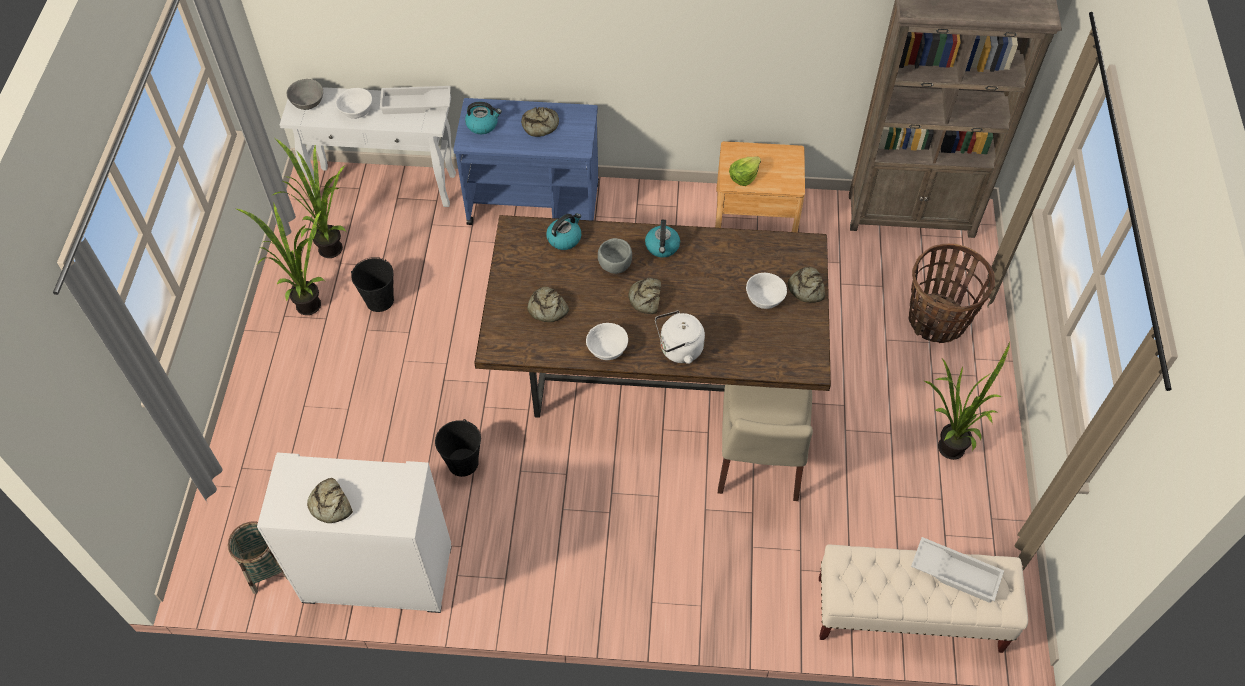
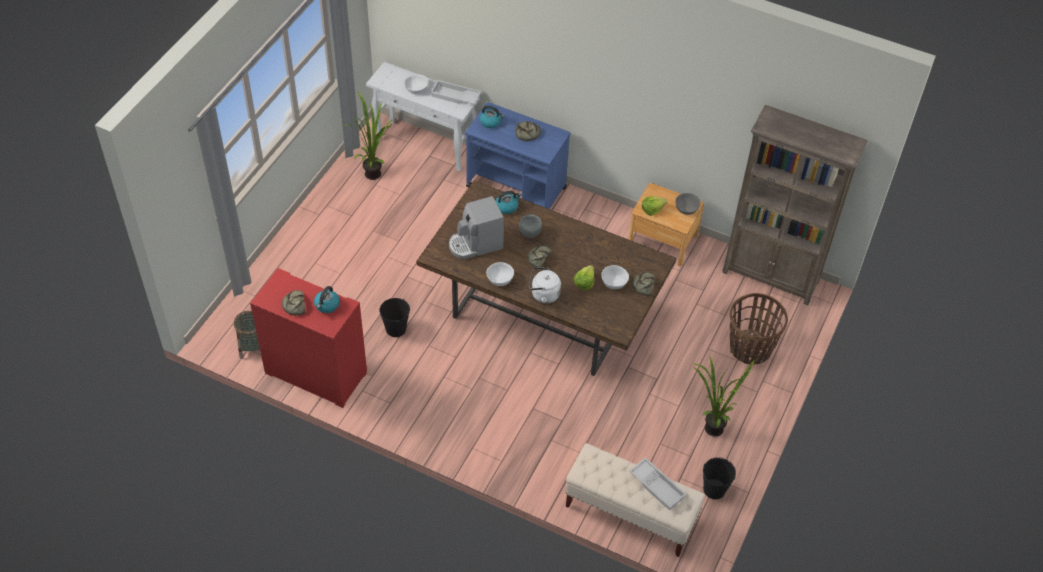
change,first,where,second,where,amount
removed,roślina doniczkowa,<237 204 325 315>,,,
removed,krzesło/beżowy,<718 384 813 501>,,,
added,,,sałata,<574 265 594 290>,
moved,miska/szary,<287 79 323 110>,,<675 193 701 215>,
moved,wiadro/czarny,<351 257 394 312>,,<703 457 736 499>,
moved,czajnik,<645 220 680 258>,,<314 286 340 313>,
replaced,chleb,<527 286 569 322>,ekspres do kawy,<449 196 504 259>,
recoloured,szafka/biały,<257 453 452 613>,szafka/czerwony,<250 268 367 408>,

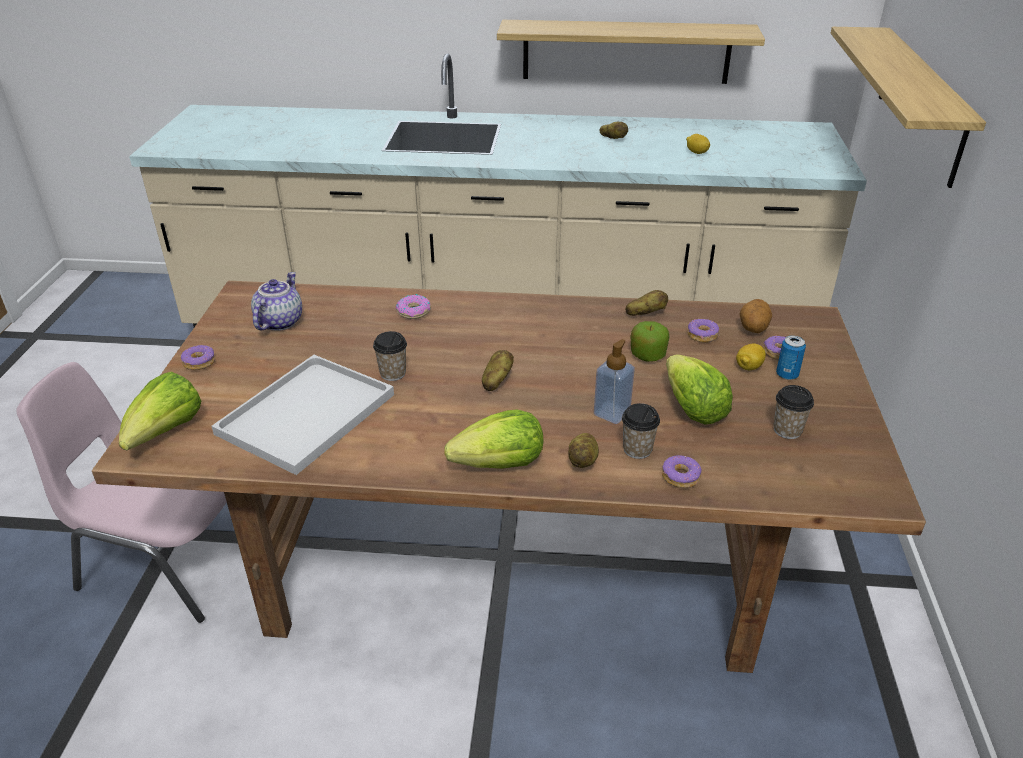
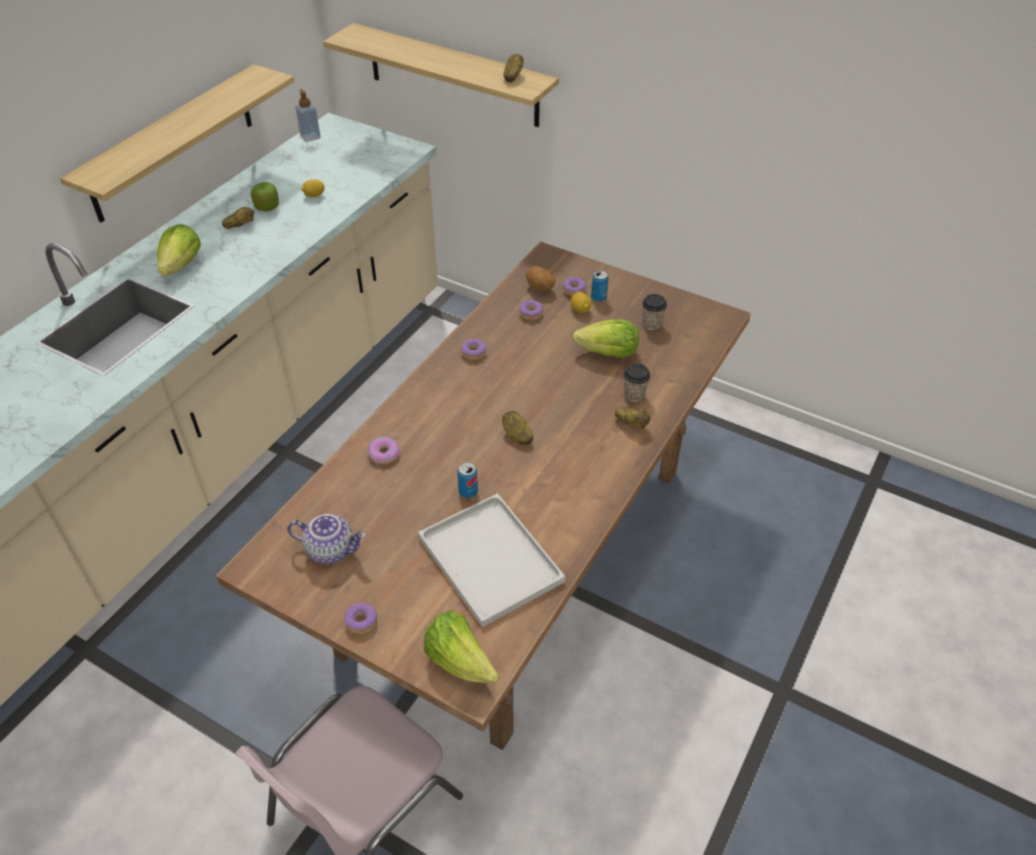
change,first,where,second,where,amount
moved,sałata,<444 410 543 469>,,<157 224 201 275>,
moved,dozownik mydła,<594 339 635 424>,,<295 89 321 142>,
moved,ziemniak,<626 290 668 316>,,<504 54 524 83>,
moved,jabłko,<631 321 670 362>,,<251 182 279 212>,
moved,donut,<662 455 701 488>,,<461 339 486 360>,
replaced,filiżanka,<373 331 407 381>,puszka,<457 462 478 498>,
turned,imbryk,<251 272 302 331>,,<287 514 366 564>,150 degrees clockwise

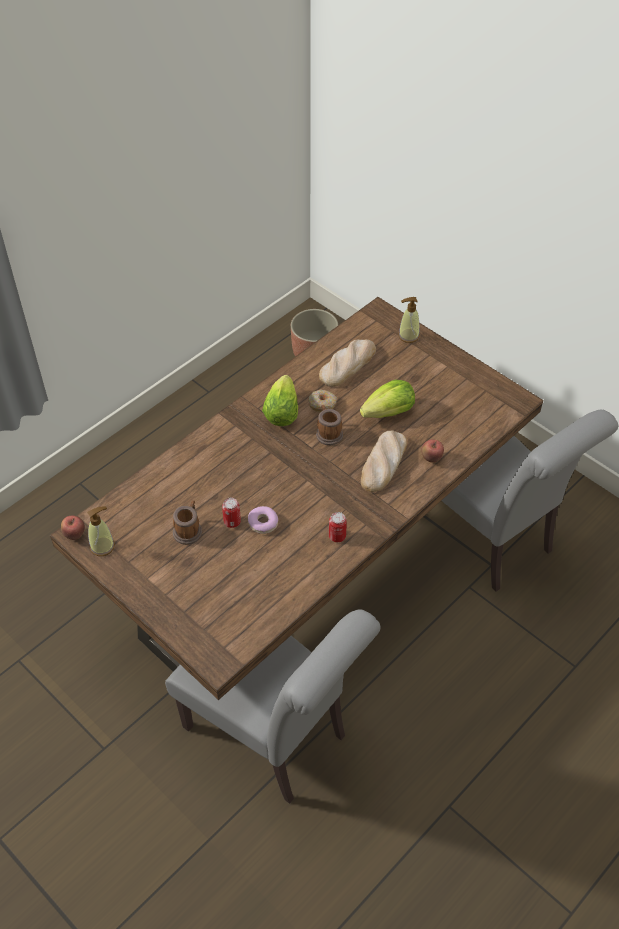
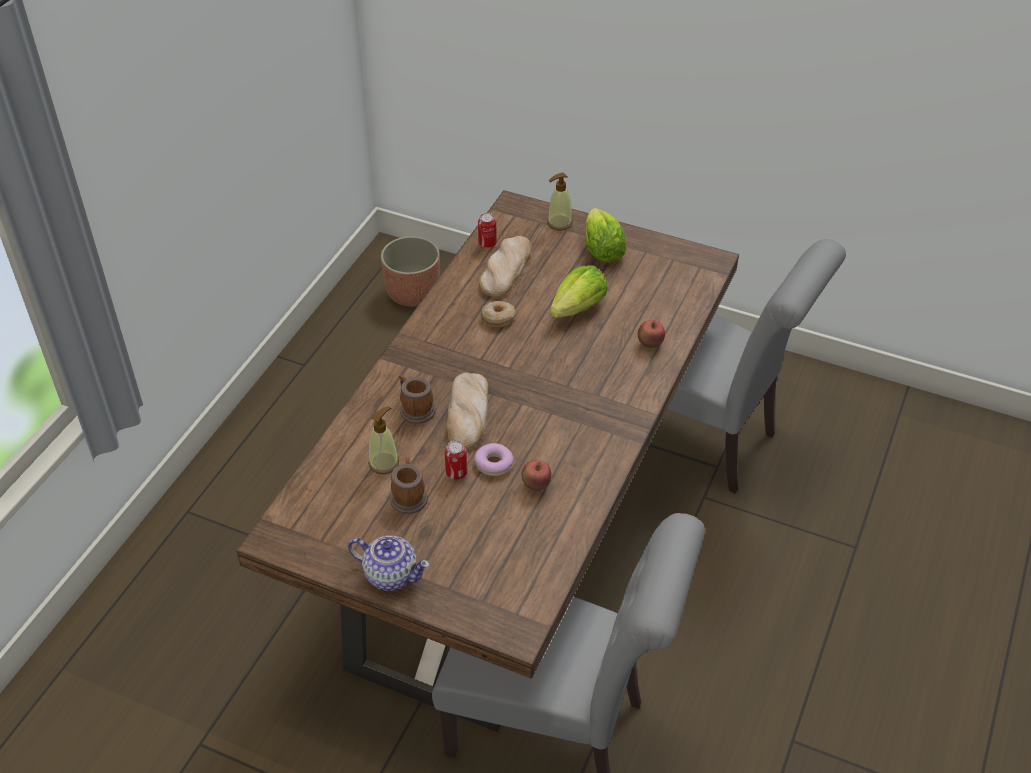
change,first,where,second,where,amount
added,,,imbryk,<348 536 430 591>,
moved,jabłko,<61 515 85 540>,,<521 460 551 491>,
moved,dozownik mydła,<87 506 115 556>,,<368 406 399 474>,
moved,sałata,<262 375 298 426>,,<585 208 626 263>,
moved,kubek,<316 405 343 445>,,<399 375 436 424>,
moved,puszka,<329 512 347 542>,,<478 213 497 248>,
moved,chleb,<361 431 407 492>,,<446 372 489 450>,

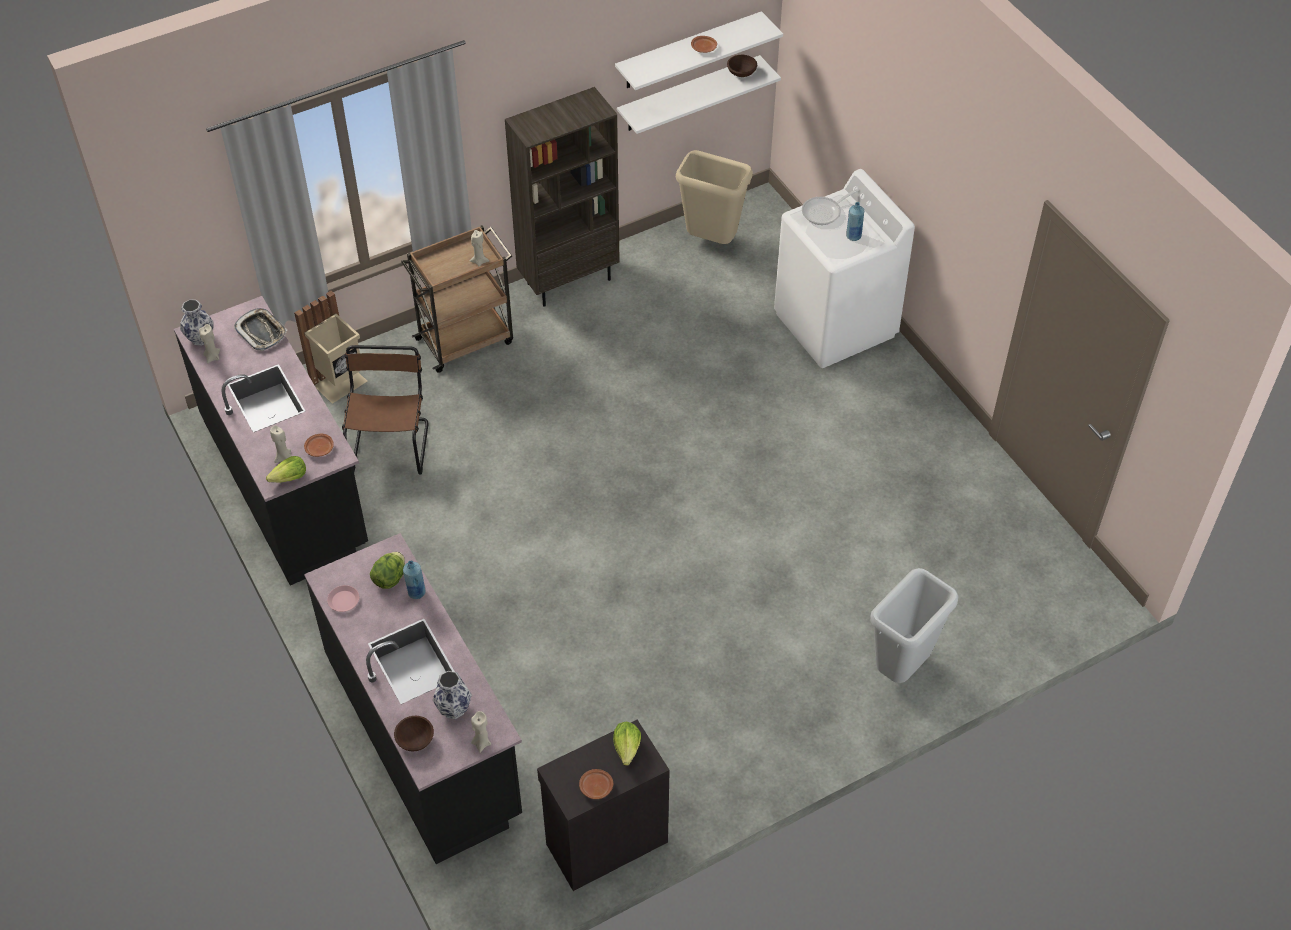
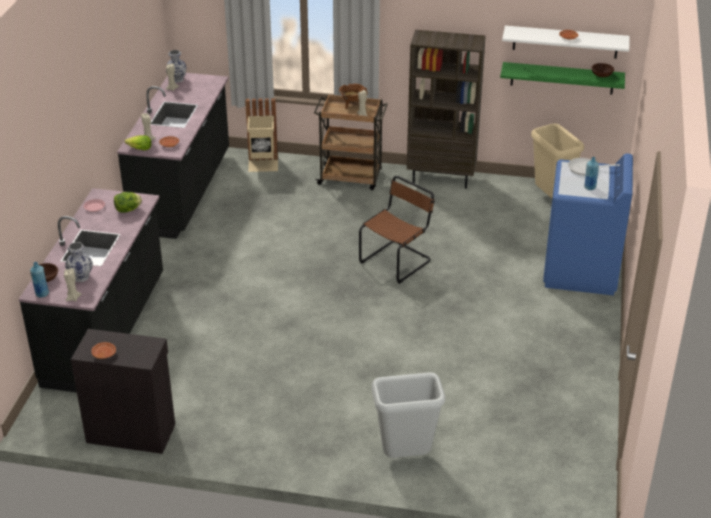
change,first,where,second,where,amount
removed,taca,<234 308 287 351>,,,
removed,sałata,<613 722 641 766>,,,
added,,,garnek/brązowy,<339 84 368 109>,
moved,krzesło/brązowy,<342 345 428 475>,,<359 176 434 284>,
moved,butelka/niebieski,<403 560 426 599>,,<30 262 49 298>,
recoloured,półka/biały,<617 55 781 134>,półka/zielony,<500 62 625 94>,
recoloured,pralka/biały,<774 169 915 368>,pralka/niebieski,<543 153 633 296>,

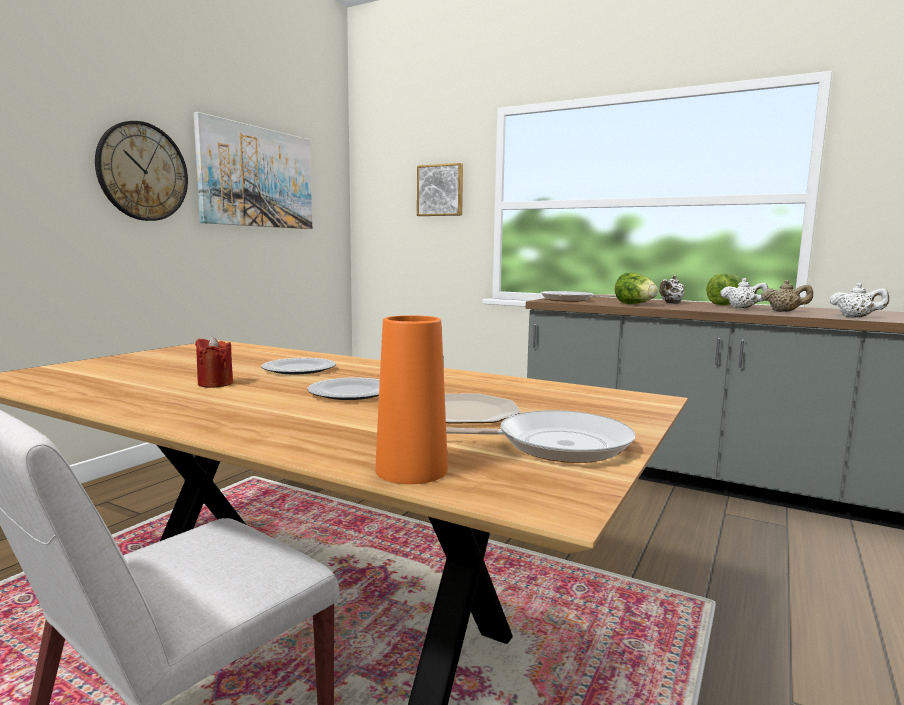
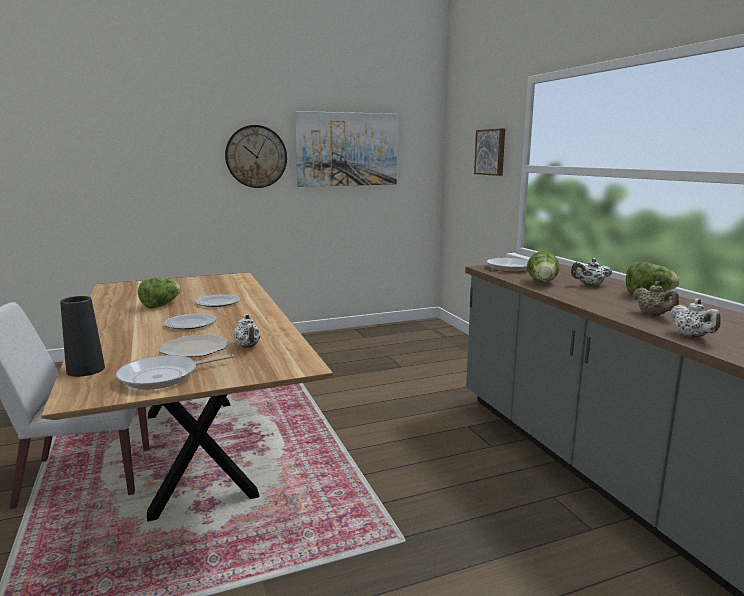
change,first,where,second,where,amount
moved,imbryk/biały,<721 278 768 308>,,<233 314 261 348>,
replaced,świeca/czerwony,<195 336 233 388>,sałata,<138 278 181 309>,
recoloured,wazon/pomarańczowy,<375 315 448 484>,wazon/czarny,<60 296 105 377>,
turned,patelnia,<446 410 635 463>,,<116 354 235 390>,105 degrees clockwise

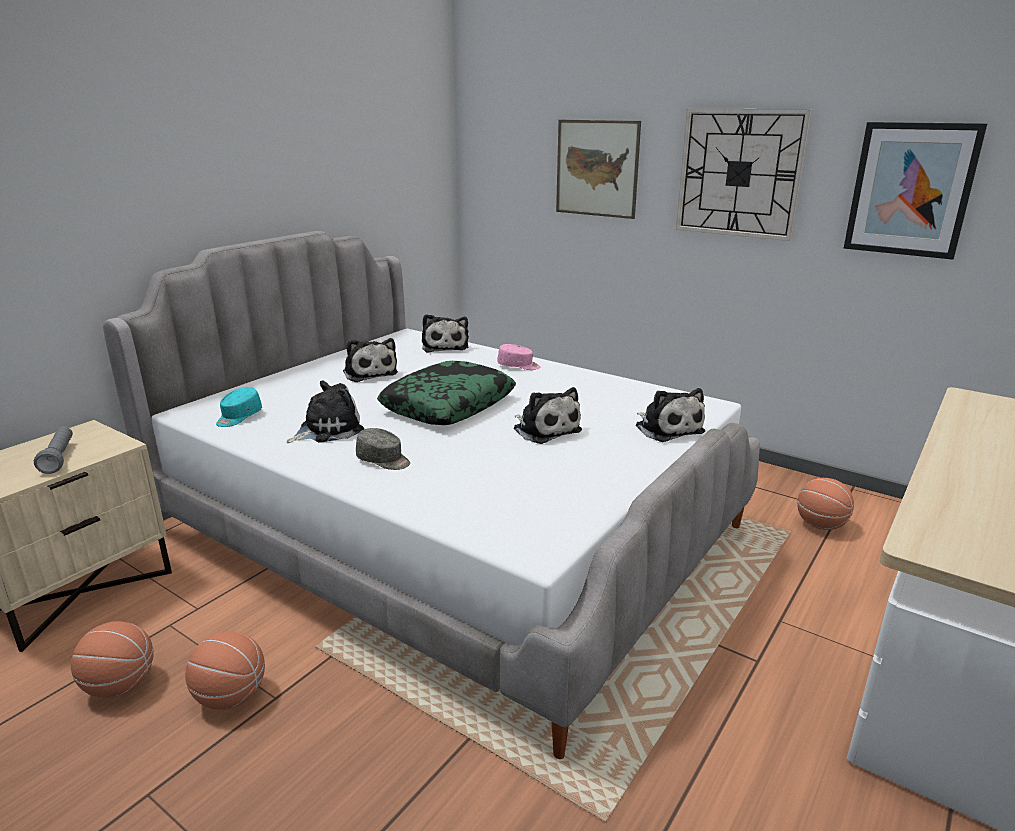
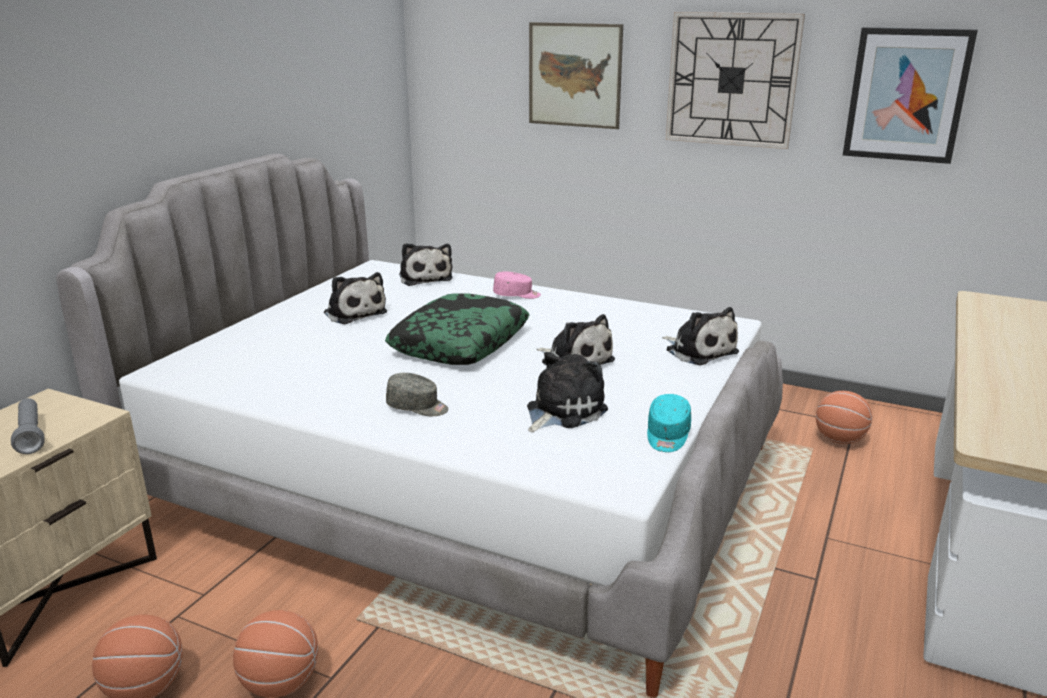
change,first,where,second,where,amount
moved,czapka z daszkiem/turkusowy,<216 387 262 427>,,<647 394 691 452>,
moved,pluszak,<286 380 364 443>,,<527 352 608 432>,

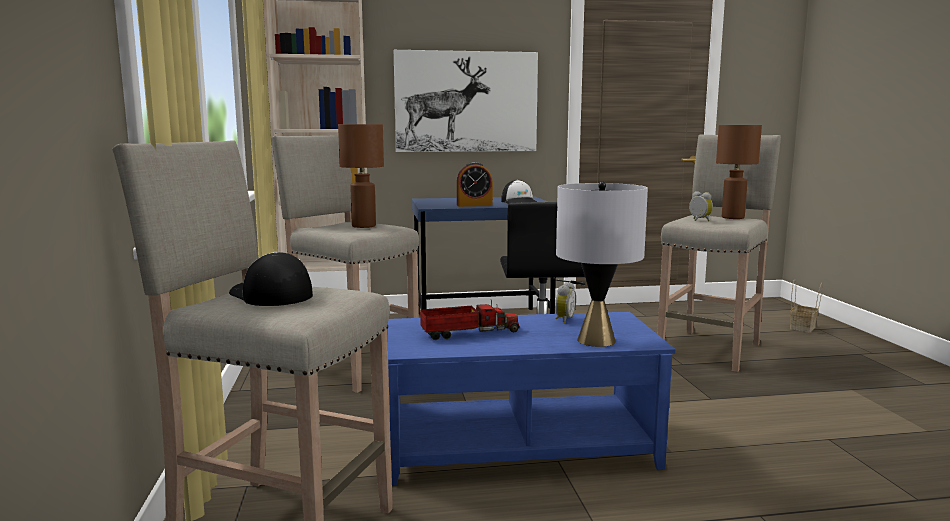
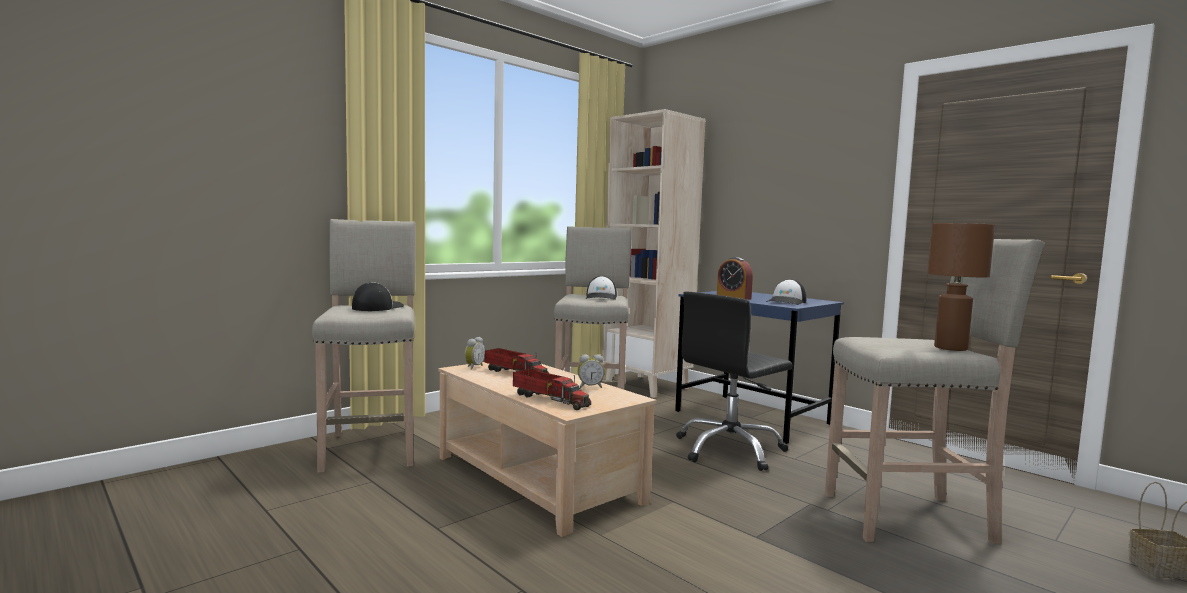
change,first,where,second,where,amount
removed,obraz,<394 50 538 152>,,,
moved,budzik,<689 191 713 221>,,<465 337 485 370>,
replaced,lampa stołowa/brązowy,<338 124 384 228>,czapka z daszkiem,<586 276 617 300>,
replaced,lampa stołowa/szary,<556 181 648 347>,ciężarówka zabawkowa,<513 369 591 410>,
recoloured,ława/niebieski,<387 312 676 485>,ława/beżowy,<439 362 656 537>,

